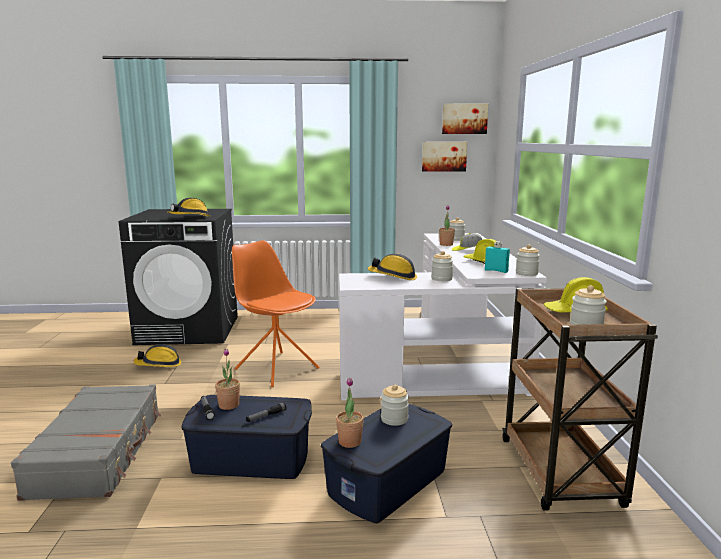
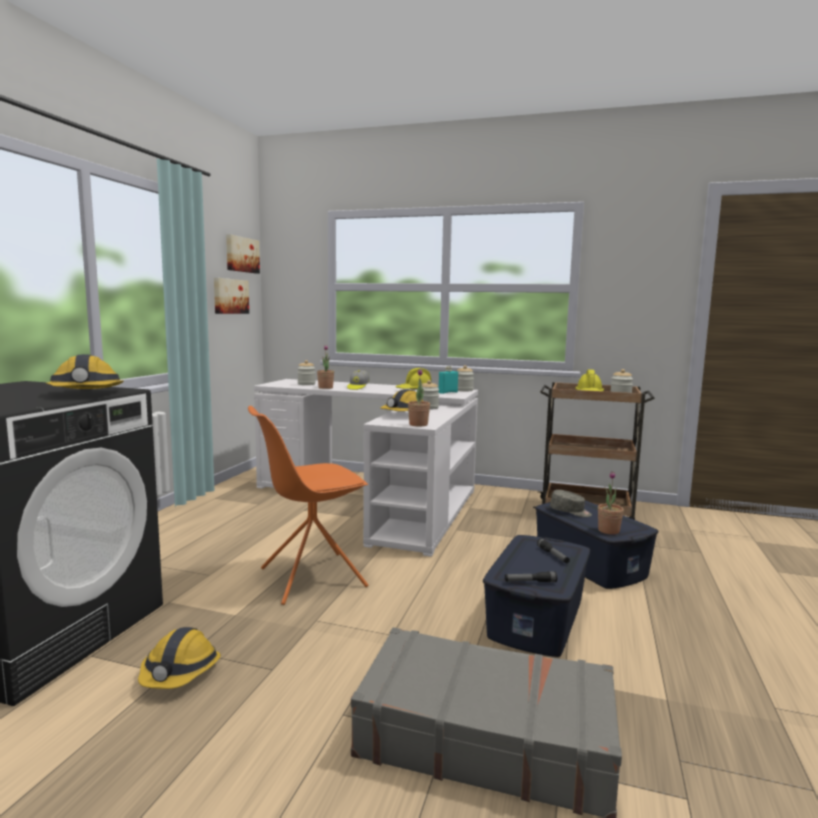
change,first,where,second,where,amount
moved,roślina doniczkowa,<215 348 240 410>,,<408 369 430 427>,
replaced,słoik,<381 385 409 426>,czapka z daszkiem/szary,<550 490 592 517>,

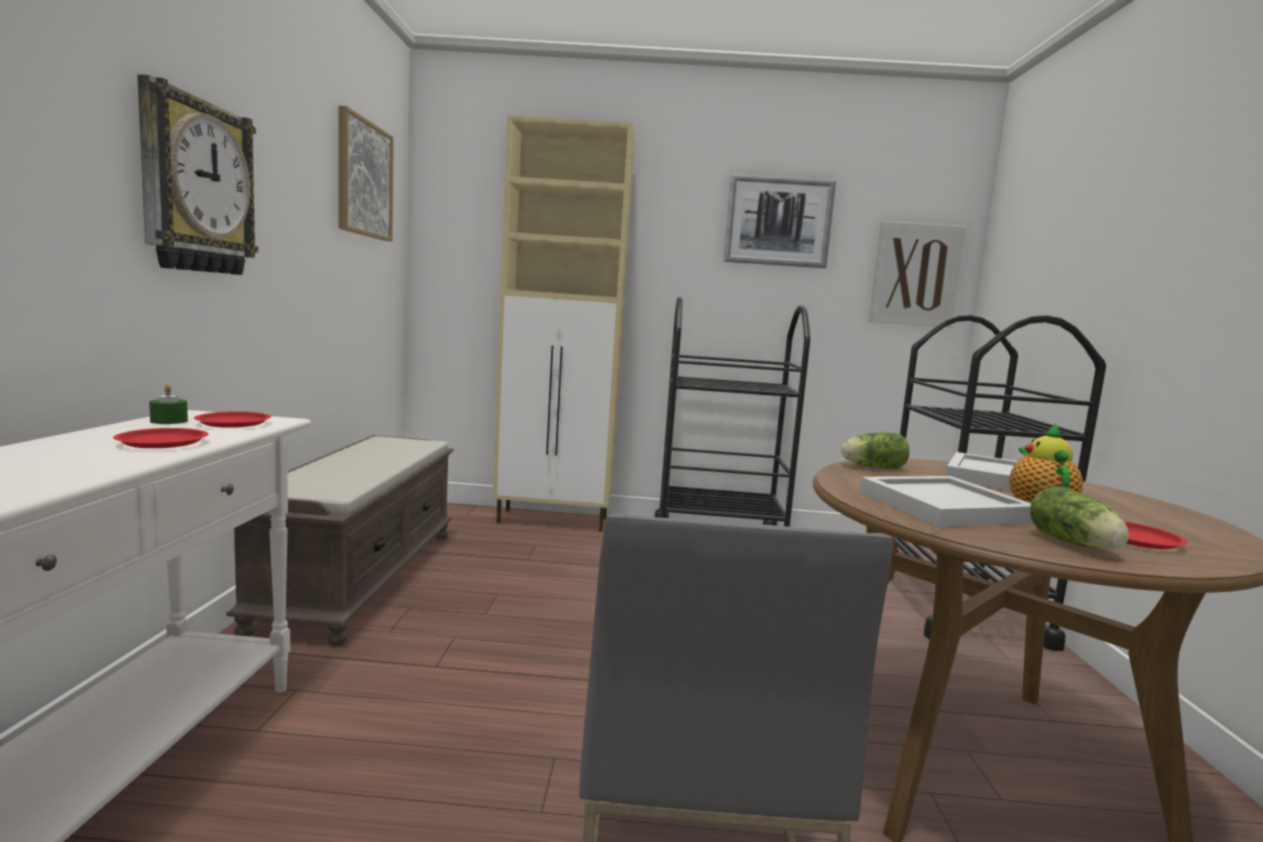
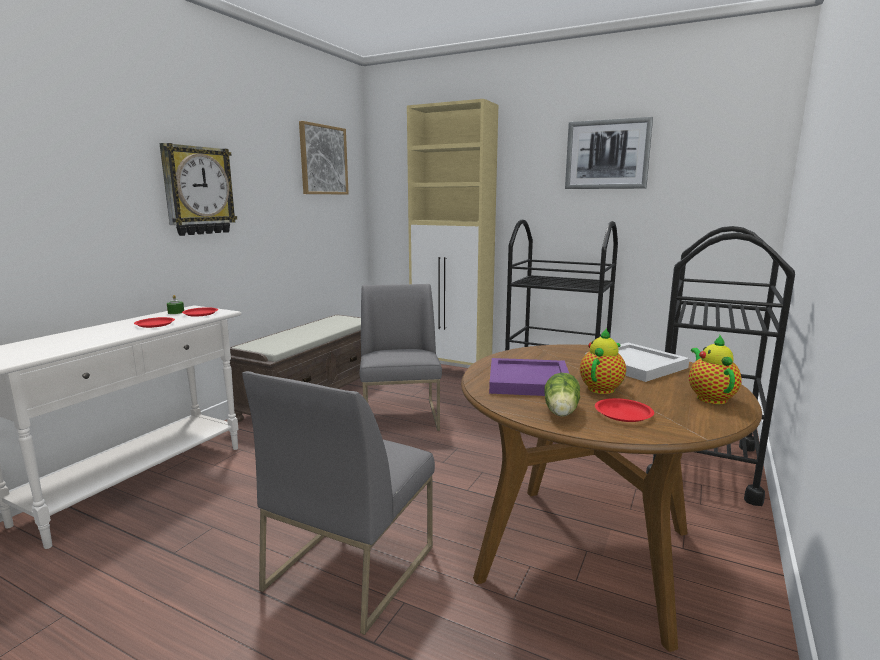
change,first,where,second,where,amount
removed,sałata,<841 432 909 469>,,,
removed,obraz,<869 221 966 328>,,,
added,,,krzesło/szary,<360 284 442 431>,
added,,,imbryk,<689 335 742 404>,
recoloured,taca/biały,<860 476 1034 527>,taca/fioletowy,<489 358 569 396>,

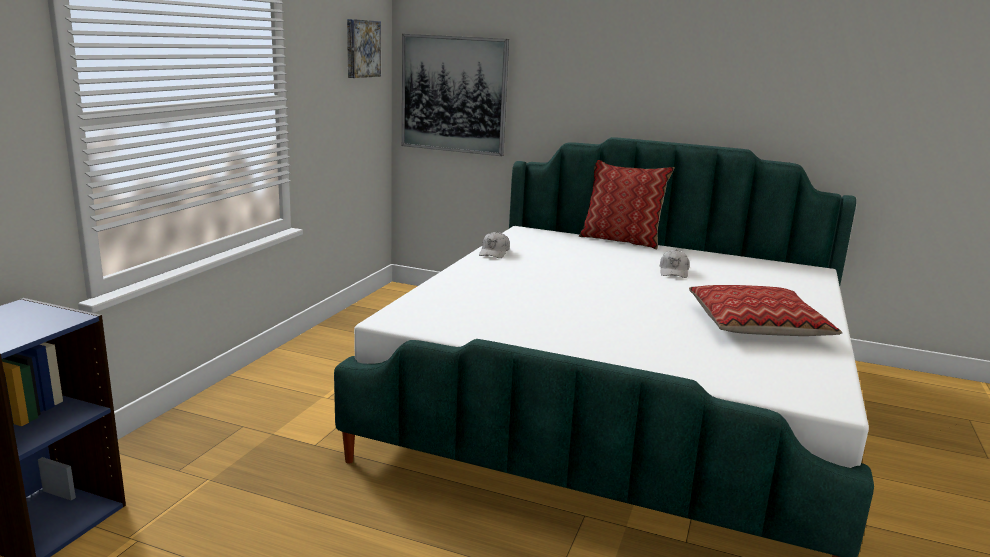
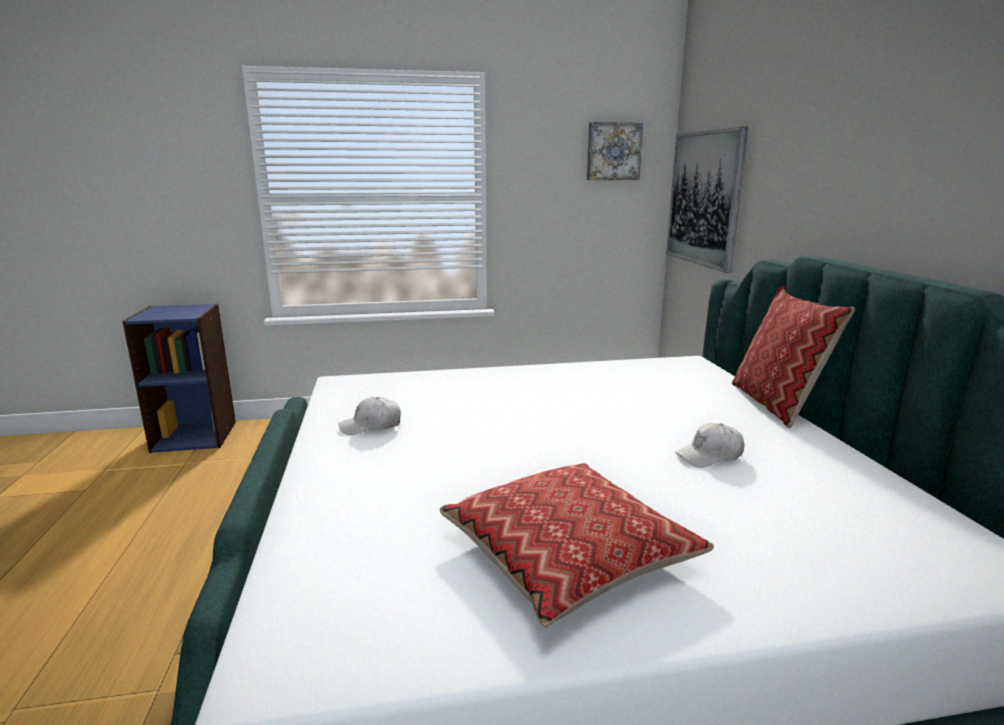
change,first,where,second,where,amount
moved,czapka z daszkiem/biały,<479 232 510 258>,,<338 397 401 435>,

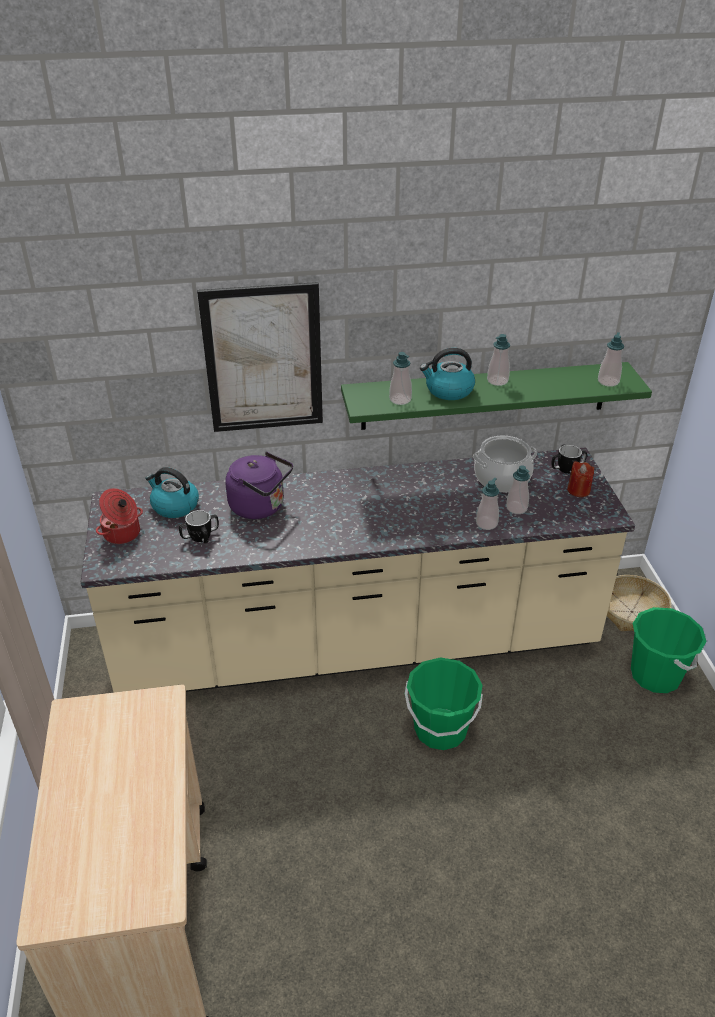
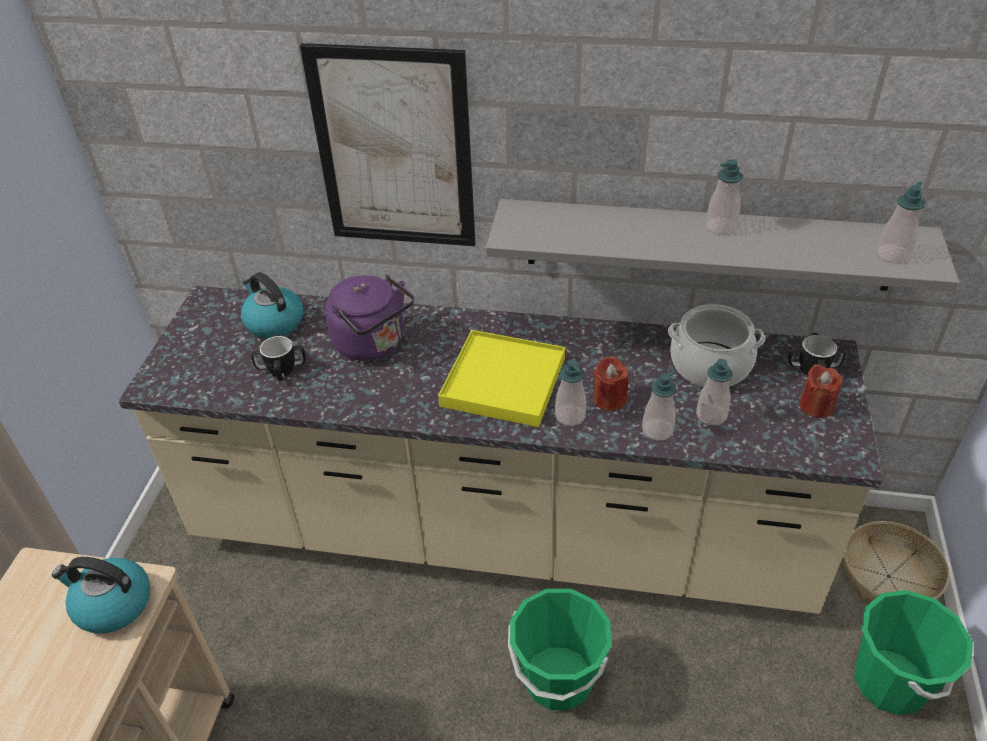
change,first,where,second,where,amount
removed,garnek,<96 488 143 544>,,,
added,,,taca/żółty,<438 330 565 427>,
added,,,świeca/czerwony,<593 357 629 411>,
moved,dozownik mydła,<389 352 412 405>,,<555 360 586 426>,
moved,czajnik,<420 348 475 400>,,<52 557 150 634>,
recoloured,półka/zielony,<341 362 652 430>,półka/szary,<486 199 959 291>,

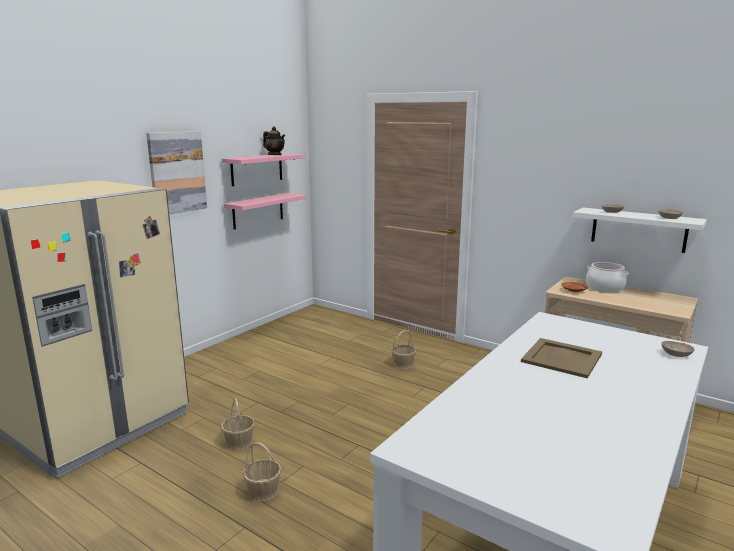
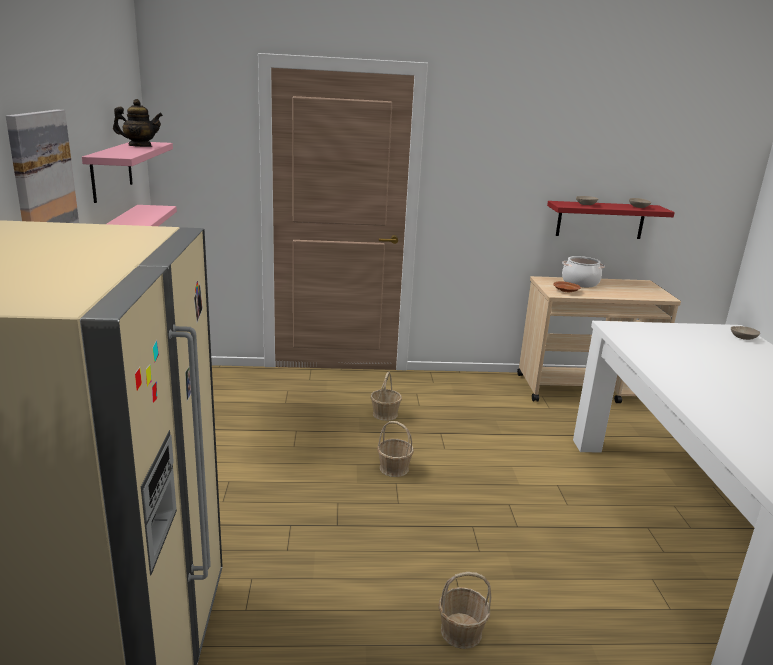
change,first,where,second,where,amount
removed,taca/beżowy,<521 338 602 379>,,,
moved,koszyk,<221 398 255 450>,,<377 421 414 477>,
recoloured,półka/biały,<573 208 707 253>,półka/czerwony,<547 201 675 239>,

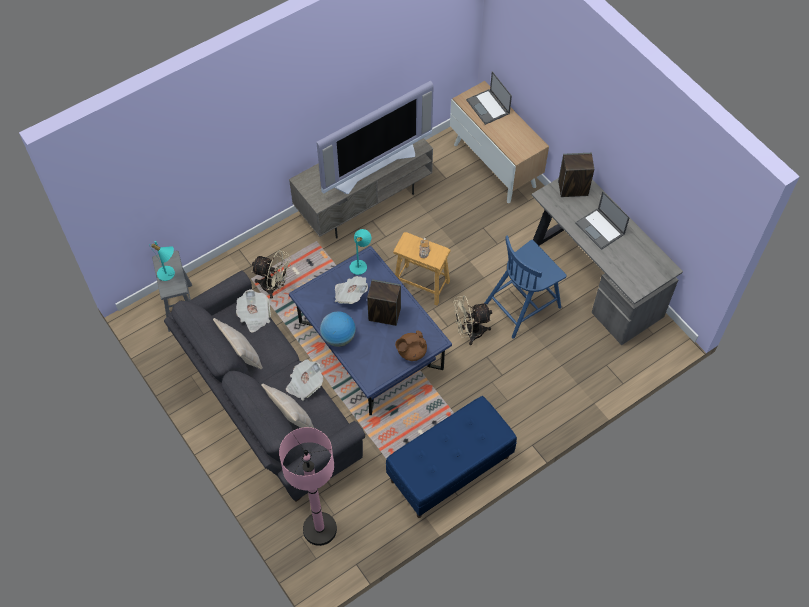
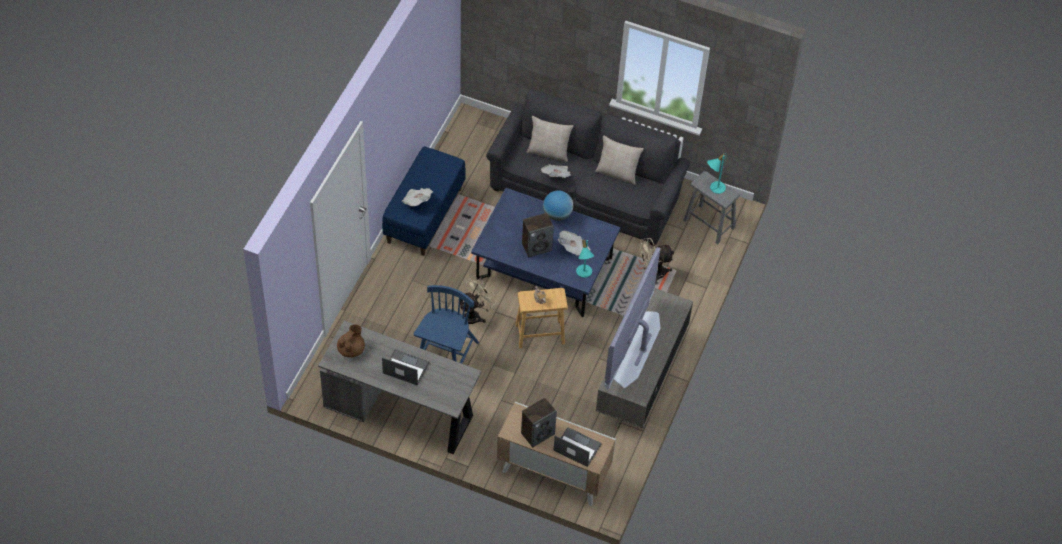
change,first,where,second,where,amount
removed,lampa stojąca/różowy,<279 427 337 546>,,,
moved,gazeta,<236 289 271 333>,,<402 188 433 206>,
moved,imbryk/brązowy,<395 330 427 361>,,<337 324 365 358>,
moved,głośnik,<558 153 594 197>,,<521 397 557 448>,

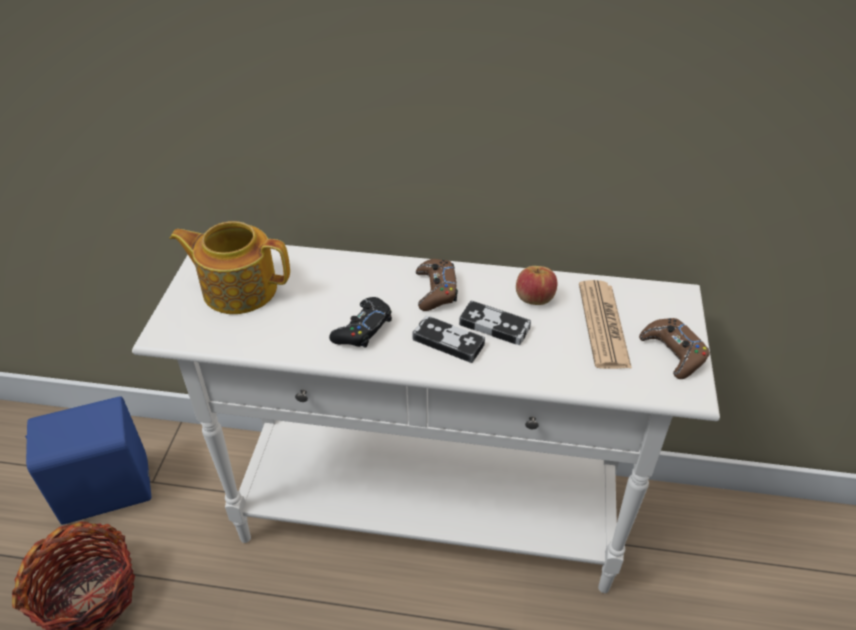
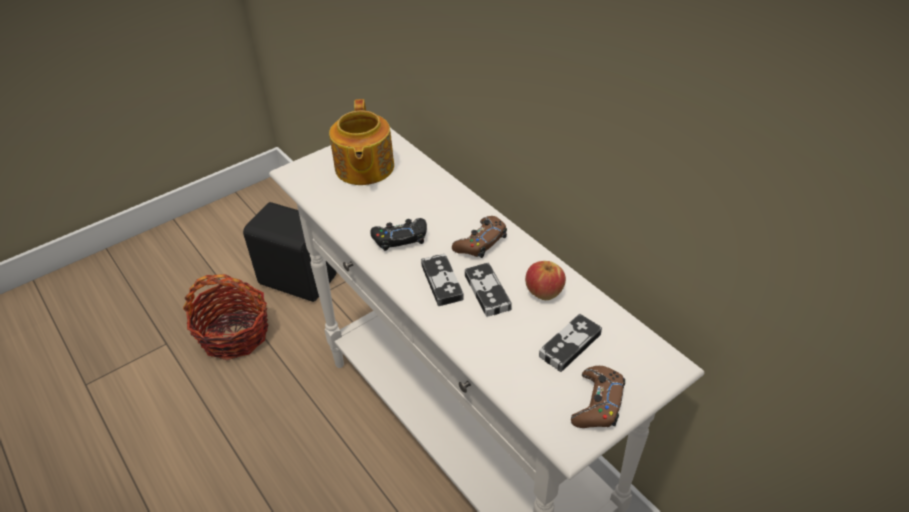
change,first,where,second,where,amount
replaced,gazeta,<579 280 632 369>,pad do gier,<539 314 602 372>,
recoloured,głośnik/niebieski,<25 396 151 525>,głośnik/czarny,<243 202 337 302>,
turned,imbryk,<170 221 290 314>,,<329 99 394 185>,150 degrees counterclockwise

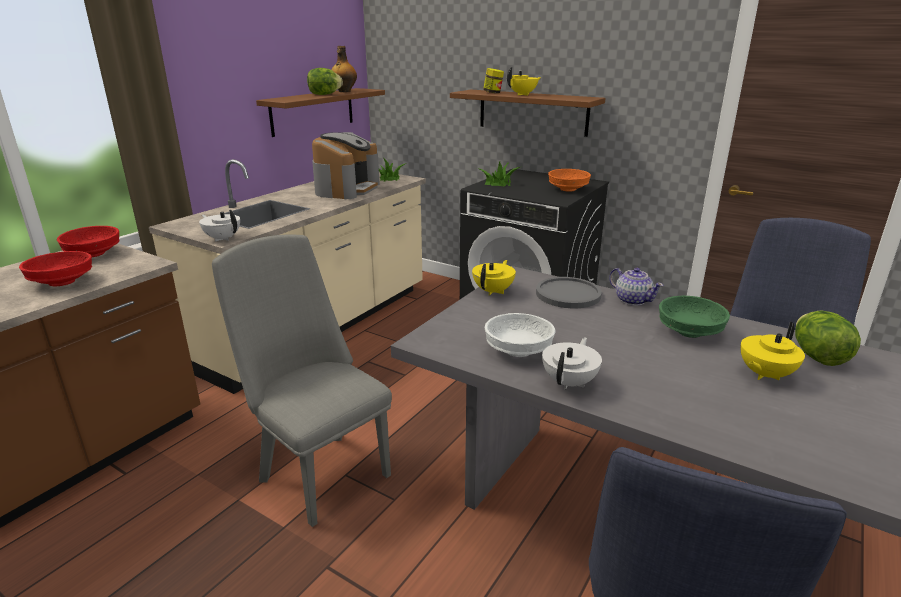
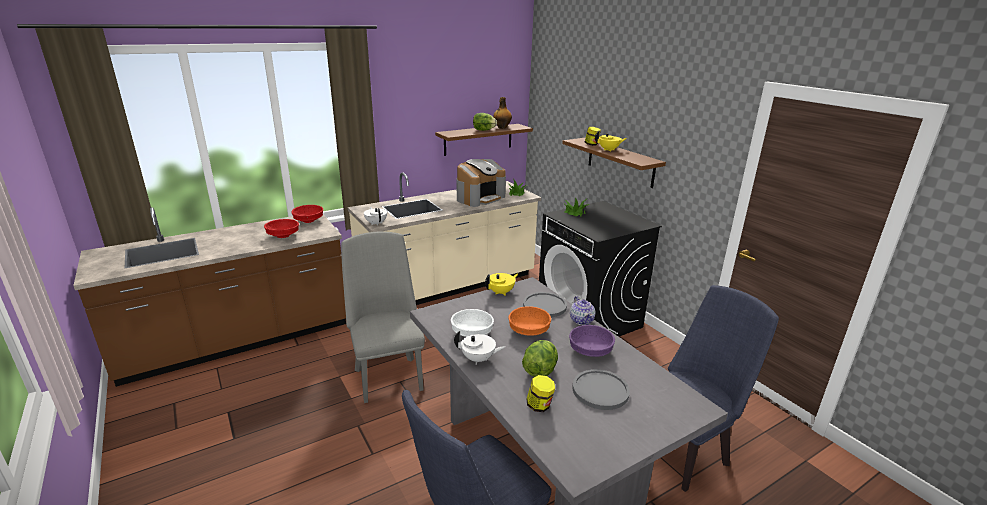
change,first,where,second,where,amount
added,,,słoik,<527 375 555 412>,
moved,miska/pomarańczowy,<548 169 591 192>,,<508 306 551 336>,
moved,sałata,<795 310 861 366>,,<522 340 558 377>,
replaced,imbryk/żółty,<740 322 805 380>,talerz/szary,<572 369 630 410>,
recoloured,miska/zielony,<659 296 730 338>,miska/fioletowy,<569 325 615 357>,
turned,imbryk/biały,<542 337 602 390>,,<454 331 505 365>,45 degrees clockwise

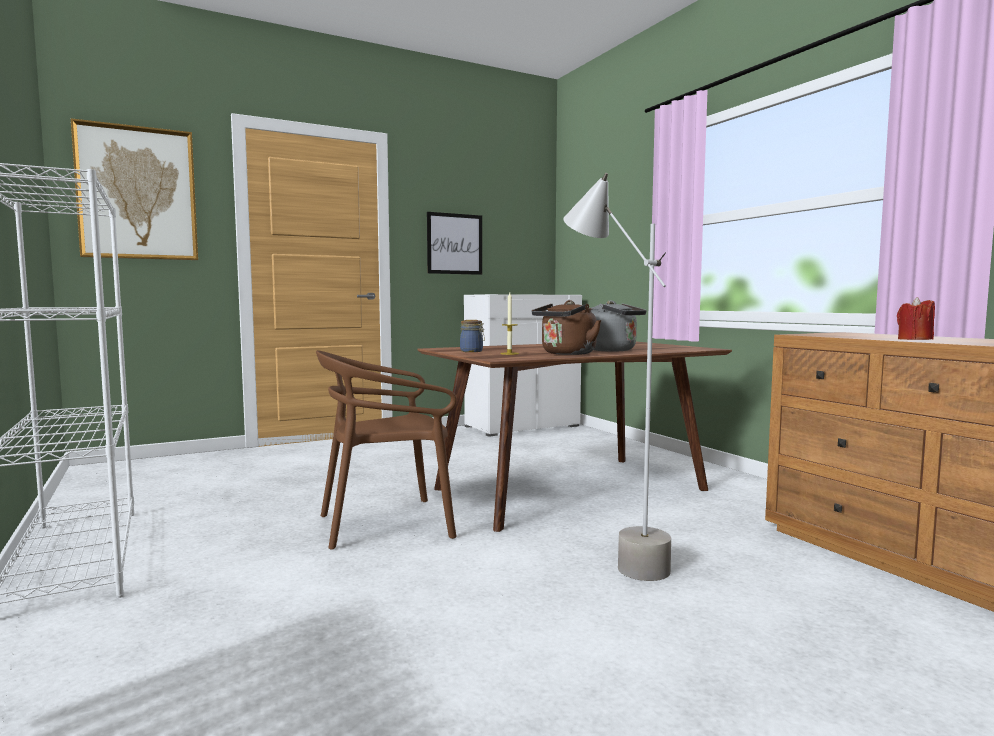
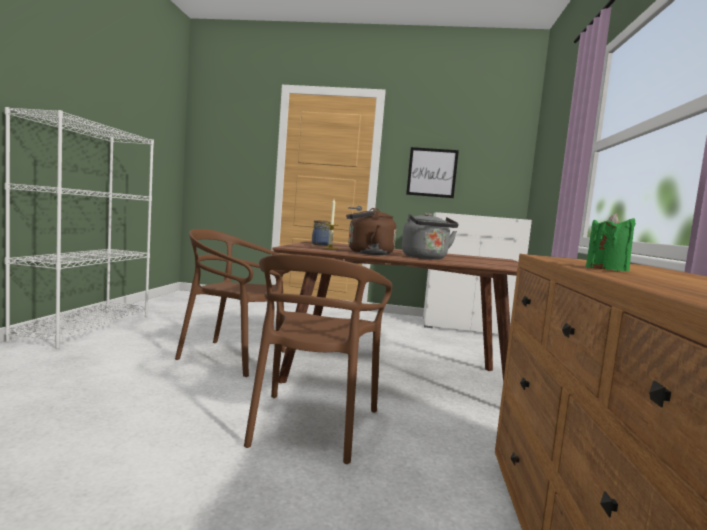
change,first,where,second,where,amount
removed,obraz,<71 118 198 260>,,,
replaced,lampa stojąca/szary,<563 173 671 581>,krzesło/brązowy,<244 254 392 464>,
recoloured,świeca/czerwony,<897 297 935 340>,świeca/zielony,<586 213 636 272>,

